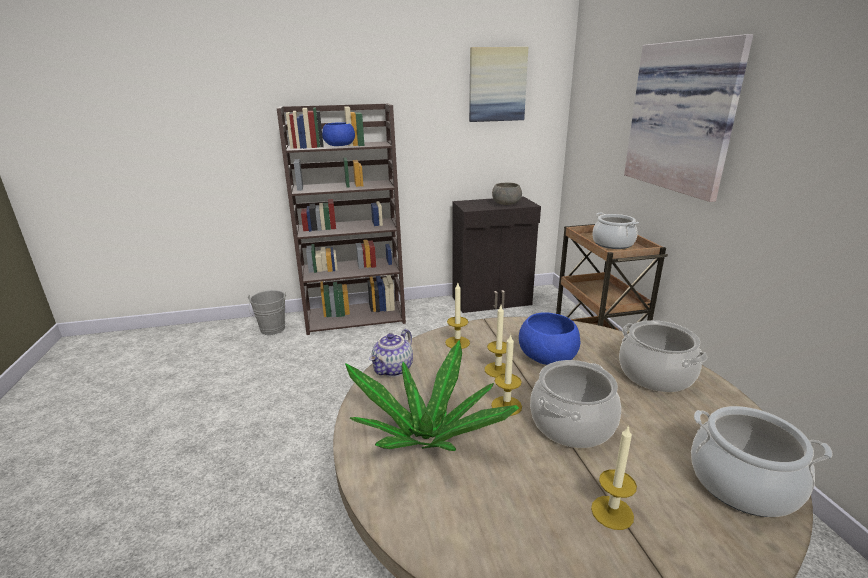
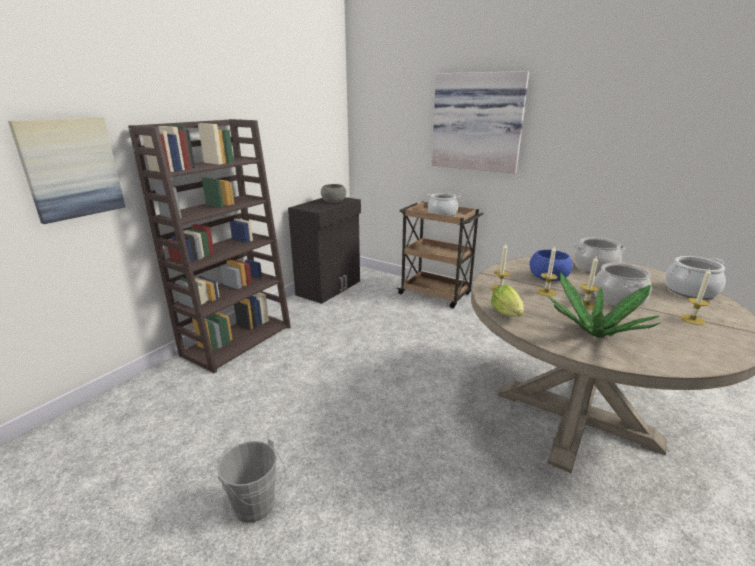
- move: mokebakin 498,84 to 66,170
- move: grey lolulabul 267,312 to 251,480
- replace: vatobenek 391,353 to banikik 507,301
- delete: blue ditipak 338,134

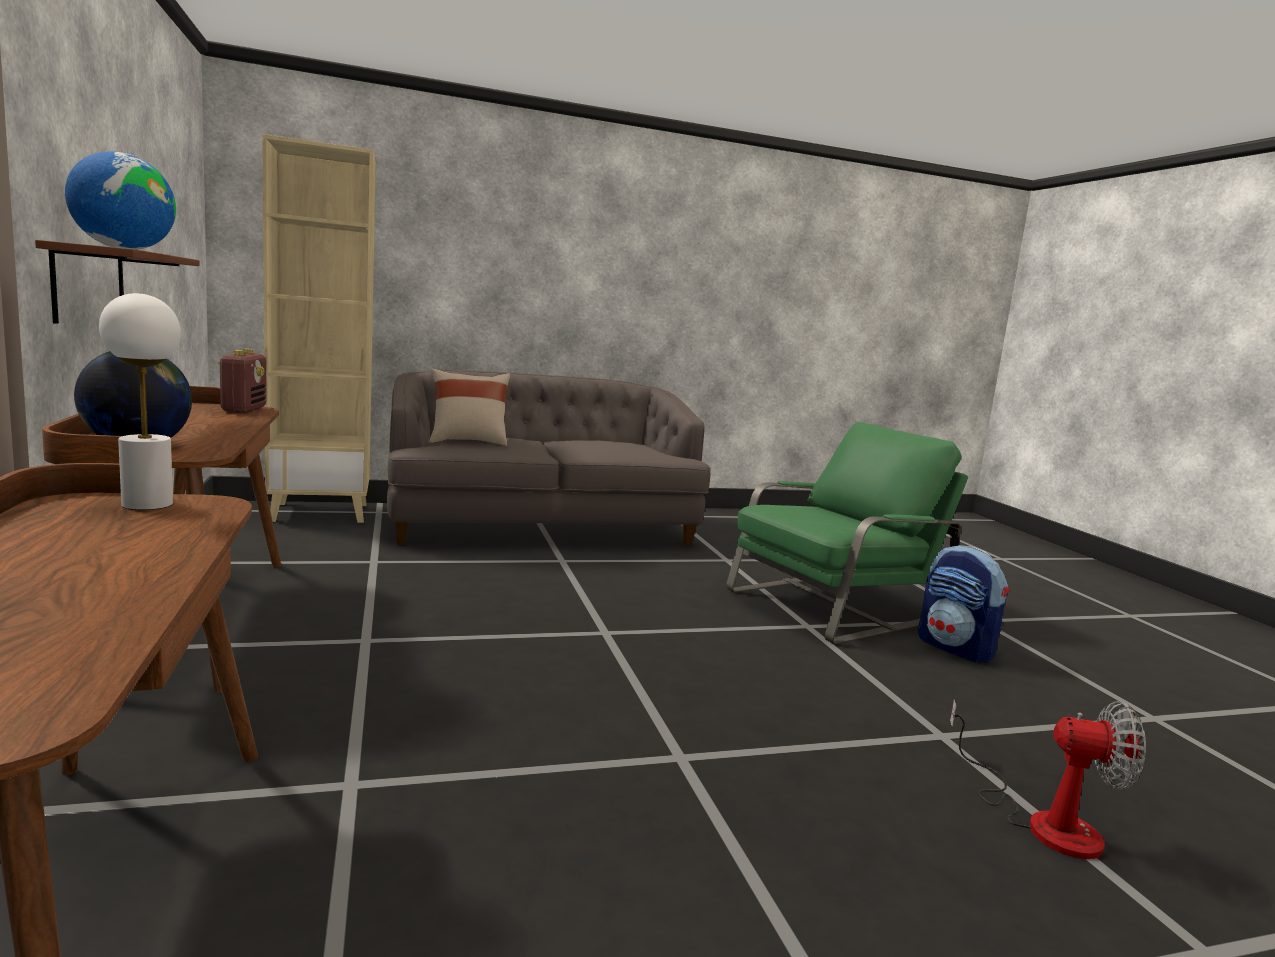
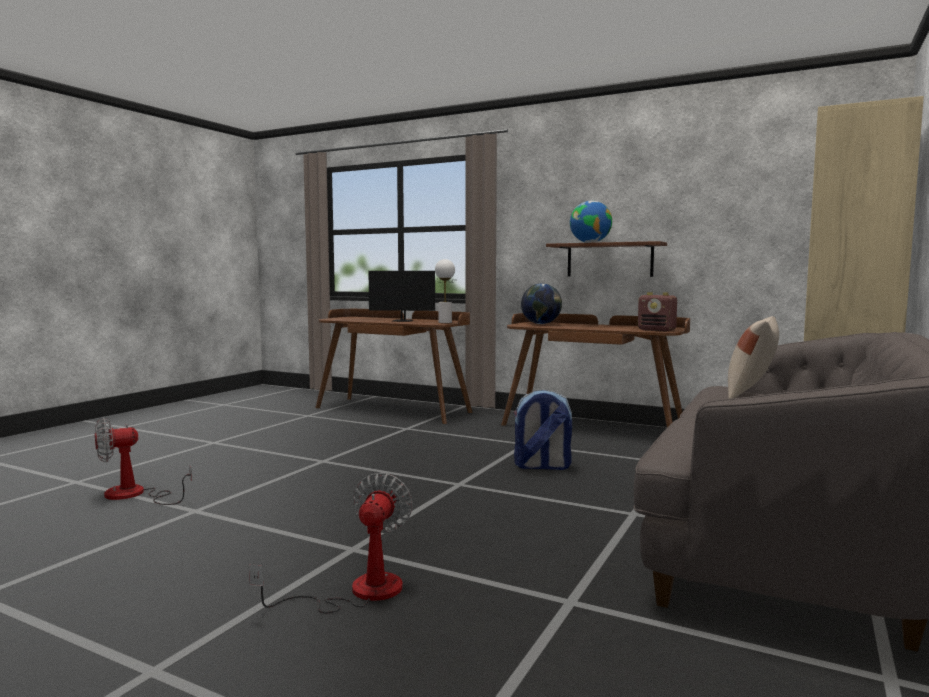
- replace: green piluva 847,533 to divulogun 331,542
- insert: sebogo 412,296
- move: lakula 963,604 to 543,430

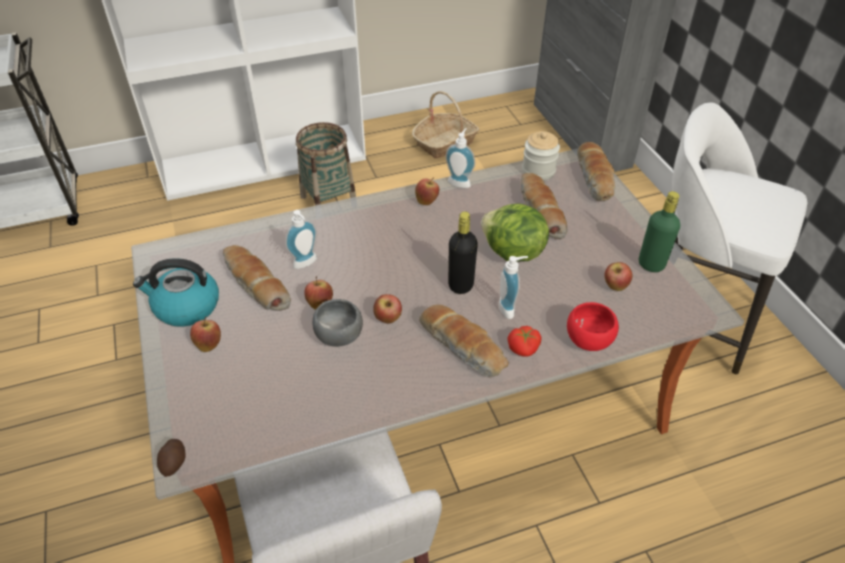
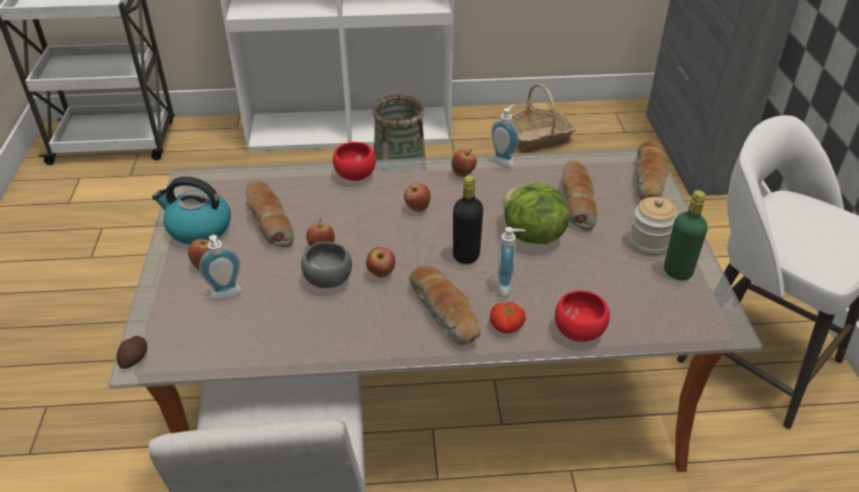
- move: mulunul 301,239 to 220,267
- insert: red ditipak 354,161
- move: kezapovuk 618,276 to 417,198
- move: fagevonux 541,156 to 653,226

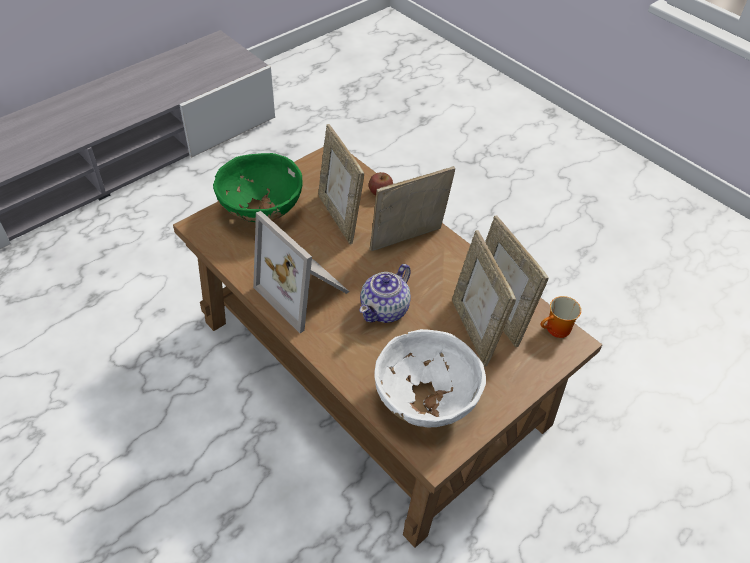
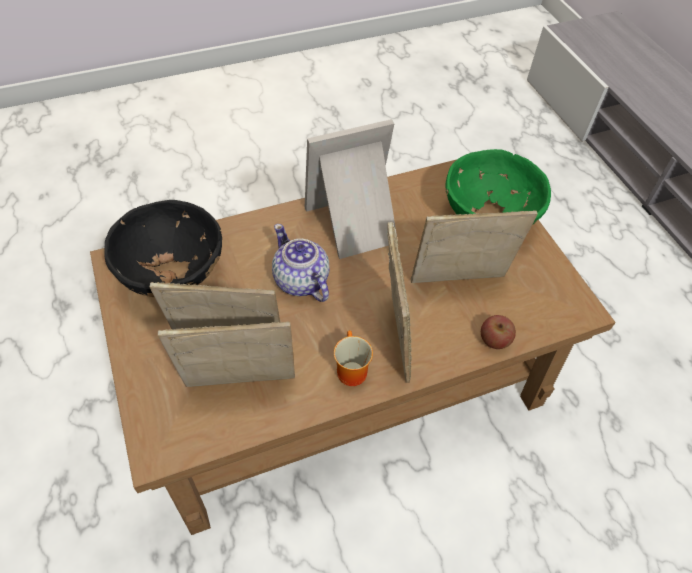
- recolor: white ditipak 430,378 to black ditipak 163,248
- move: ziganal 561,317 to 353,358

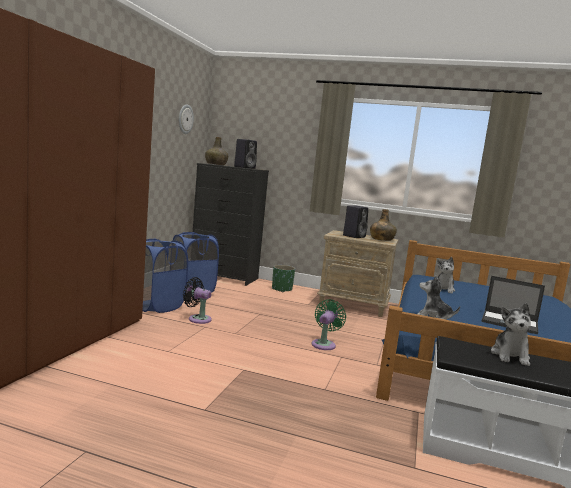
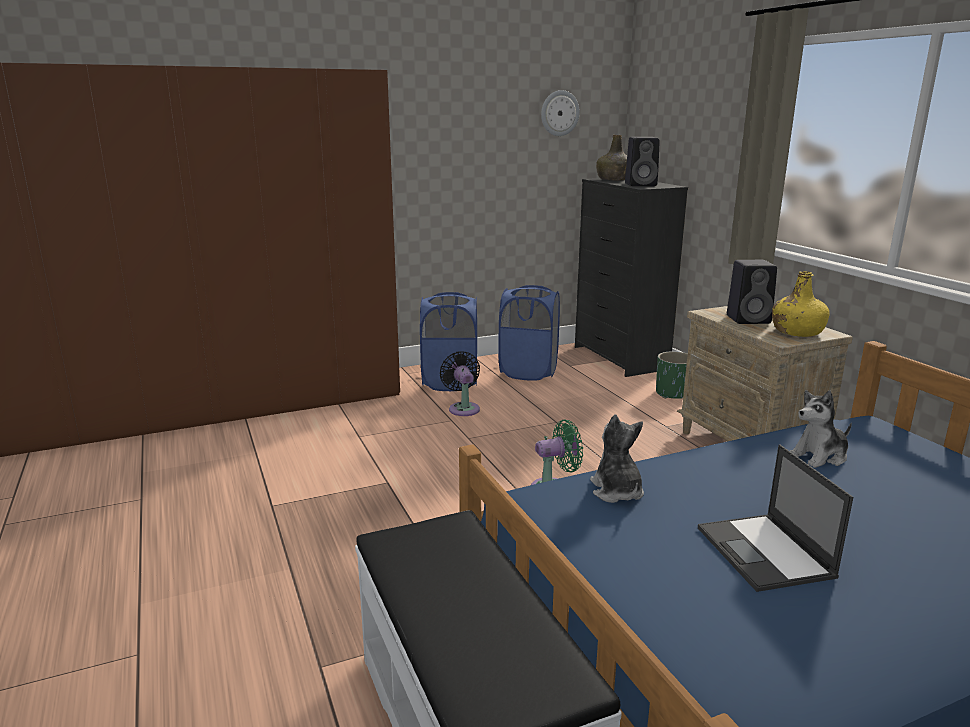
- recolor: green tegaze 383,225 to yellow tegaze 801,304
- delete: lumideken 511,334

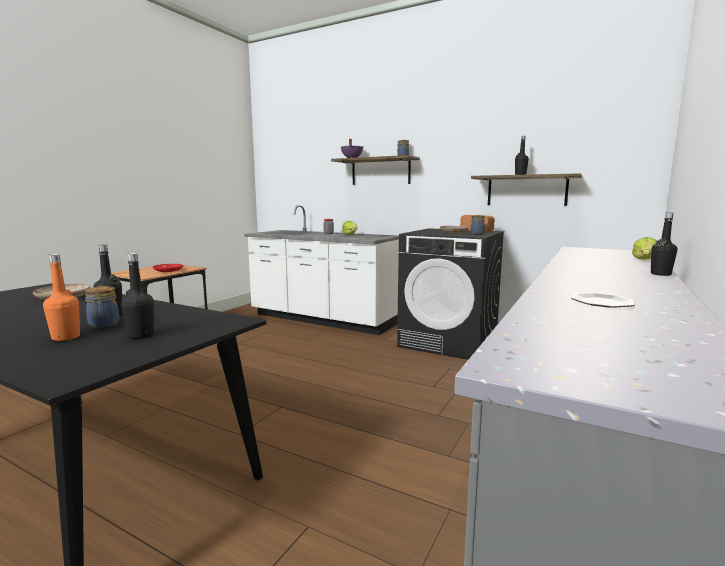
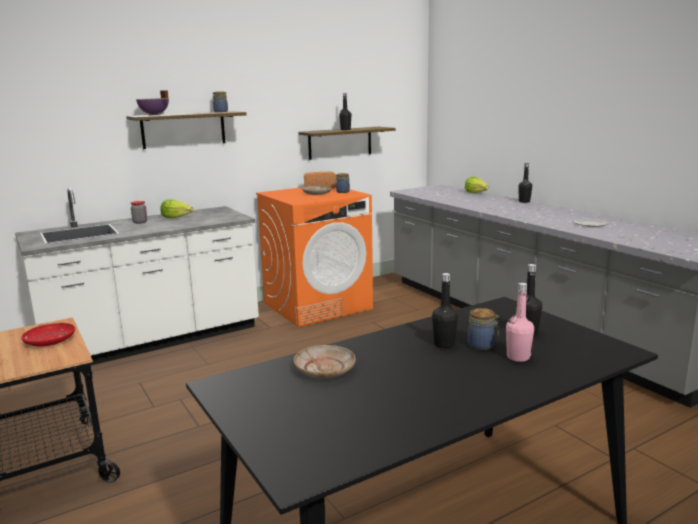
- recolor: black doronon 450,294 to orange doronon 314,257
- recolor: orange tegaze 61,297 to pink tegaze 520,322

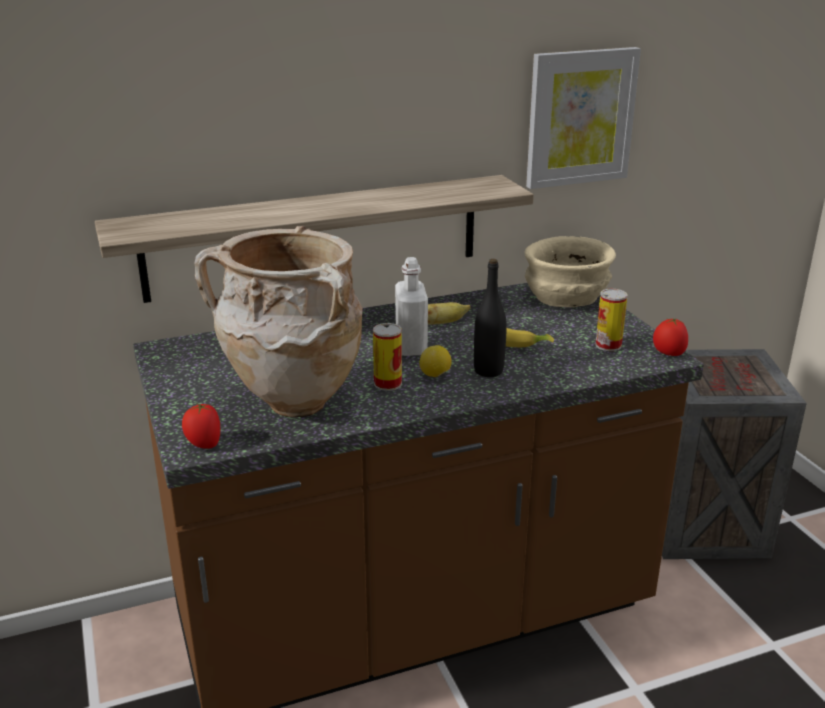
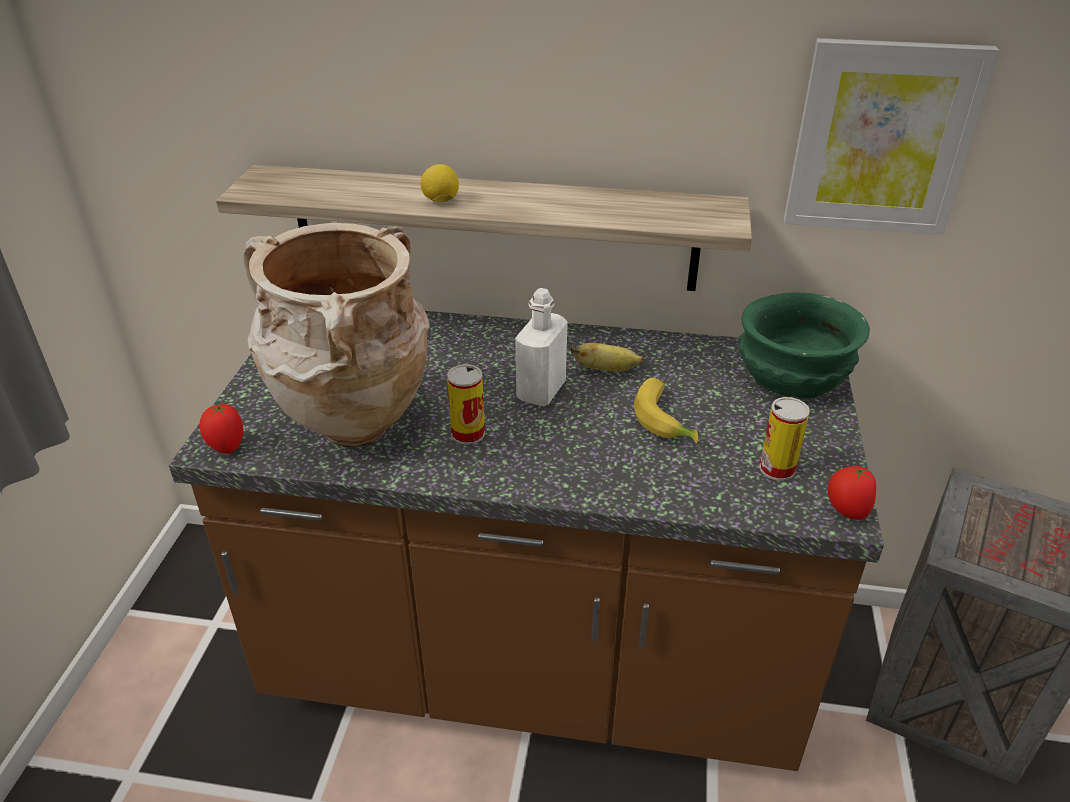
- move: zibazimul 435,361 to 439,183
- recolor: beige ditipak 570,271 to green ditipak 804,345
- delete: black tegaze 490,318

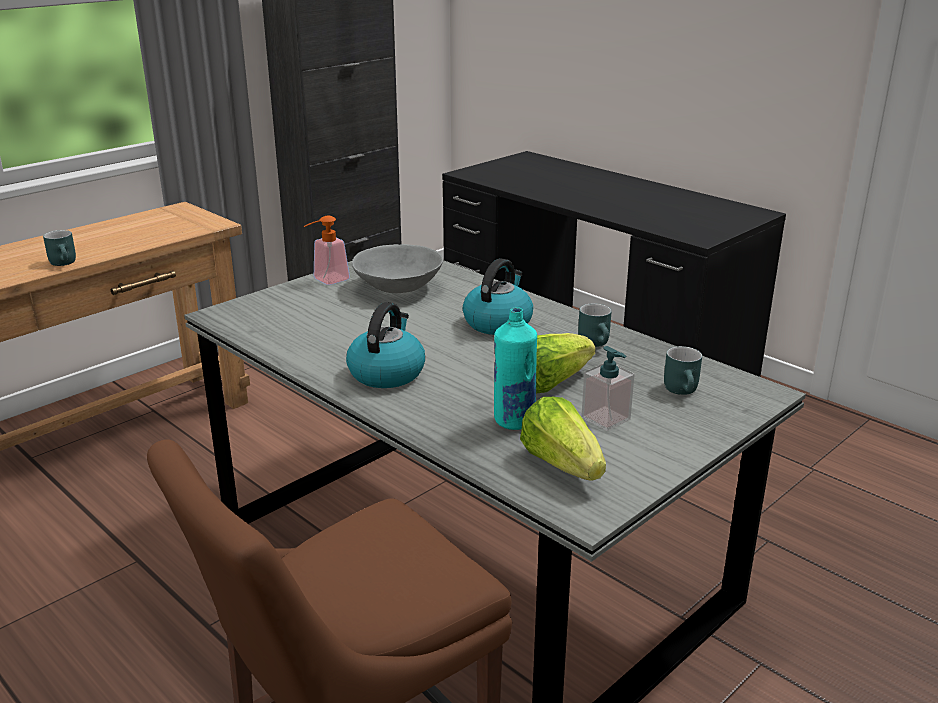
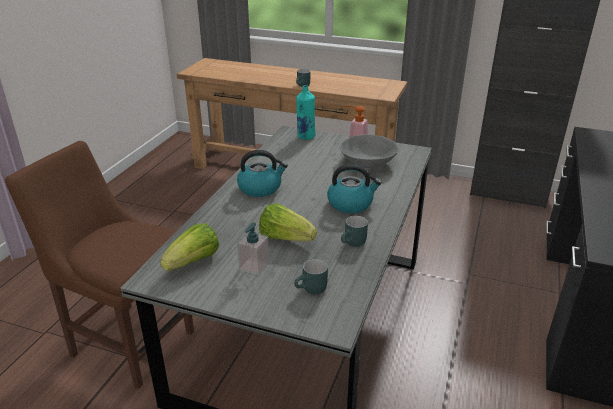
- move: turquoise tegaze 515,368 to 305,112

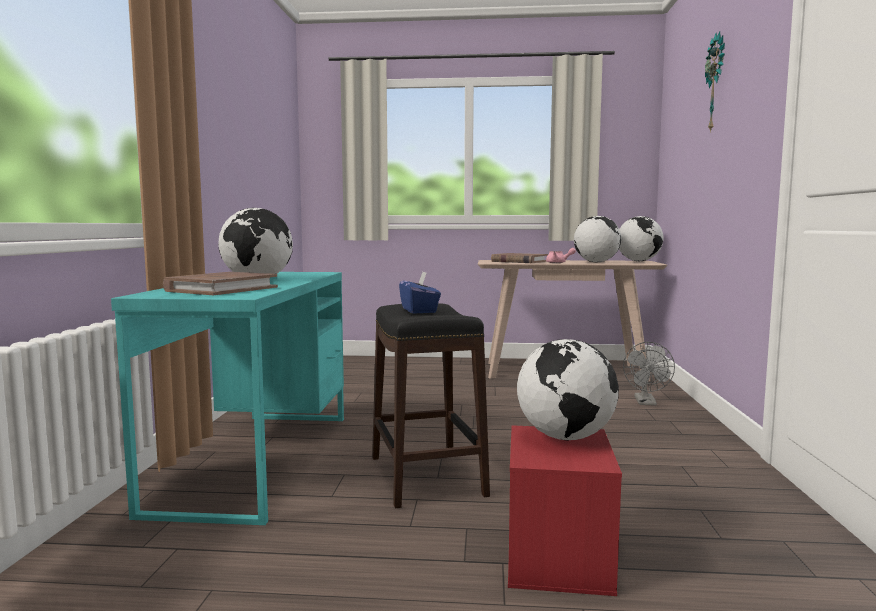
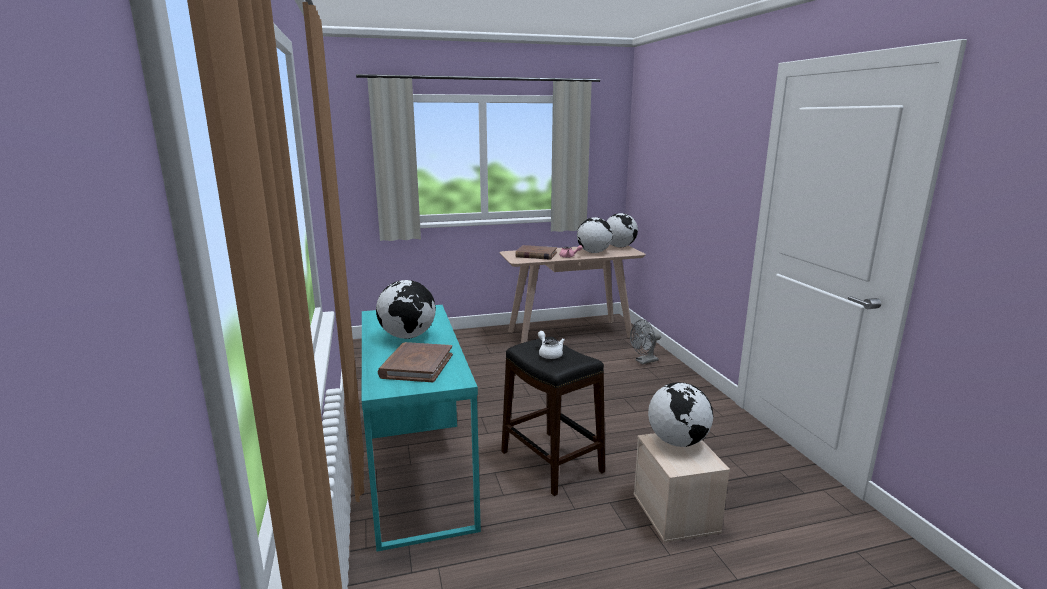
- replace: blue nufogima 420,293 to white vatobenek 551,345
- rotate: grey divulogun 649,374 = 645,342 75 degrees clockwise
- recolor: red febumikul 565,510 to beige febumikul 682,488
- delete: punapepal 715,82

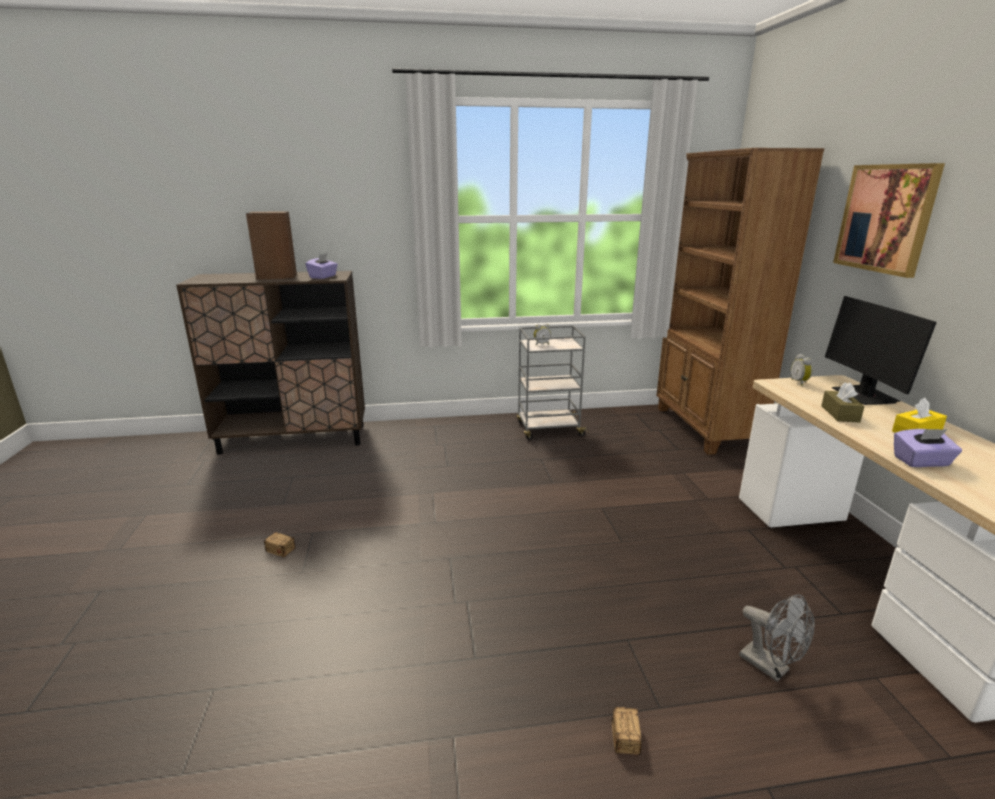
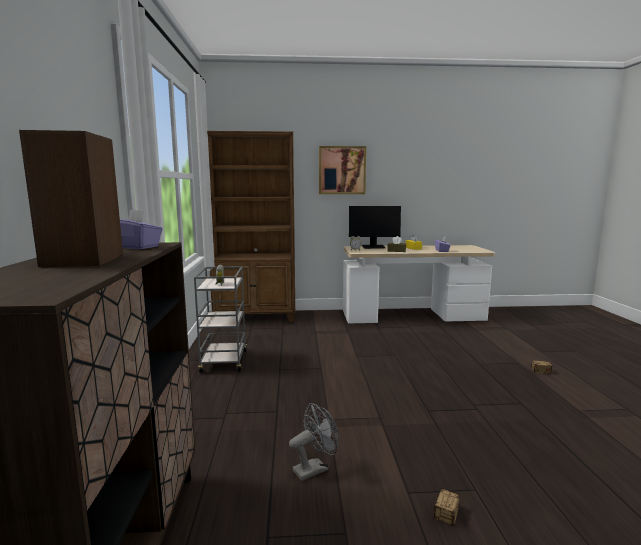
- move: grey divulogun 776,638 to 314,442

